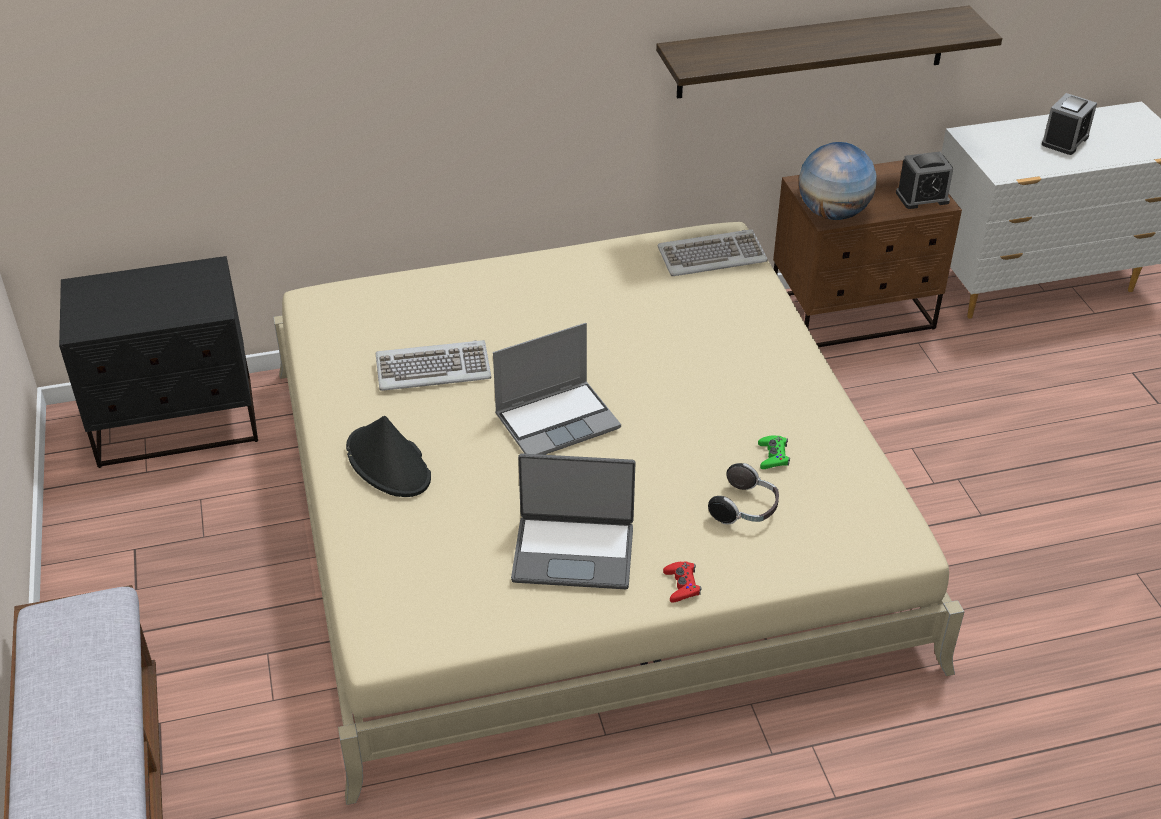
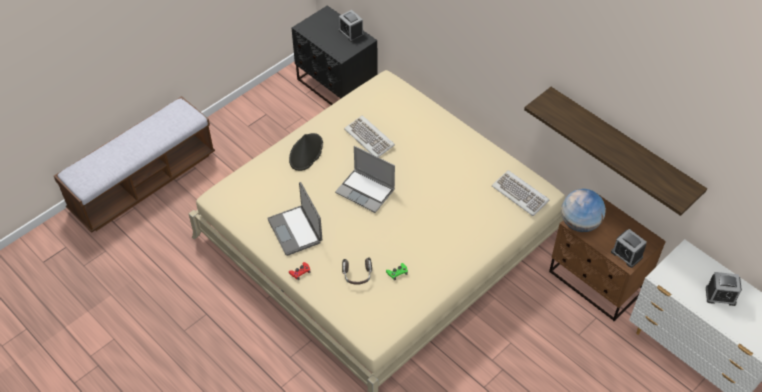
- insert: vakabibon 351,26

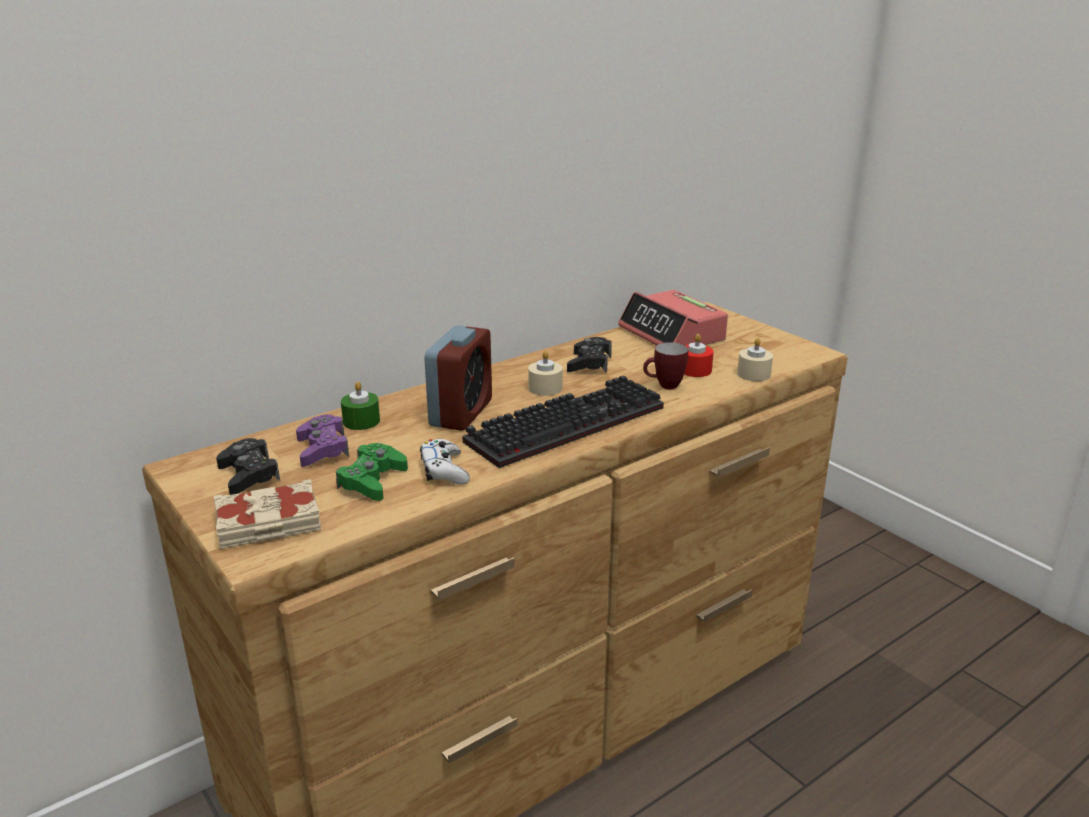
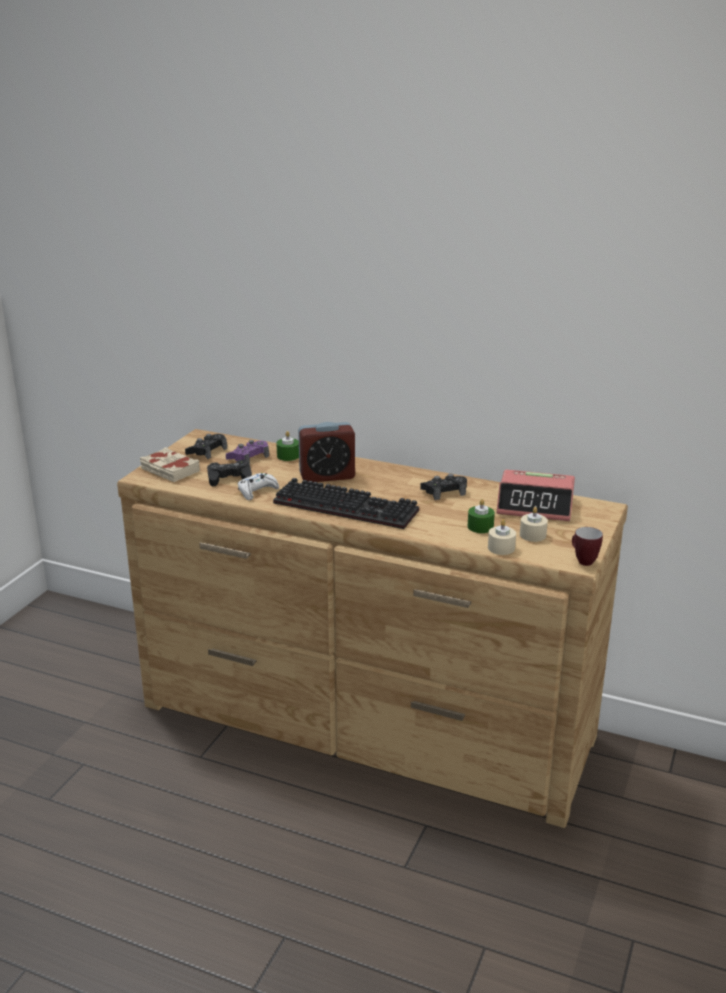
- recolor: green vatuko 372,472 to black vatuko 229,473
- recolor: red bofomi 699,355 to green bofomi 481,516
- rotate: vakabibon 673,317 = 535,495 105 degrees counterclockwise
- move: beige bofomi 545,373 to 534,524
- move: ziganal 665,366 to 587,546

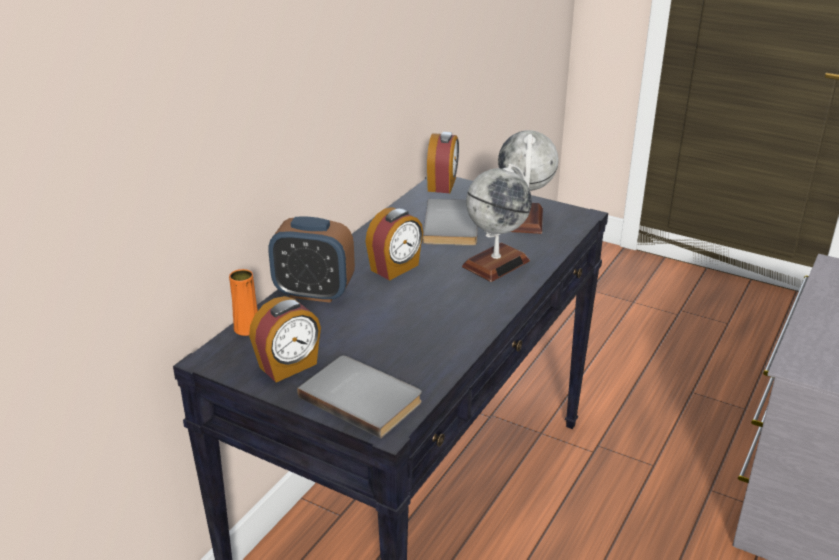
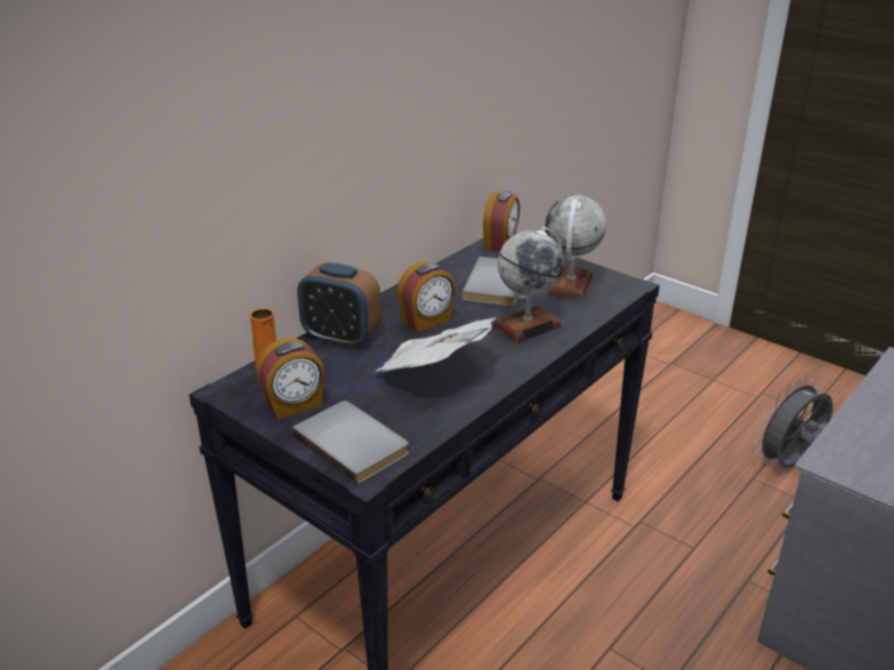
- insert: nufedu 435,345
- insert: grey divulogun 794,423

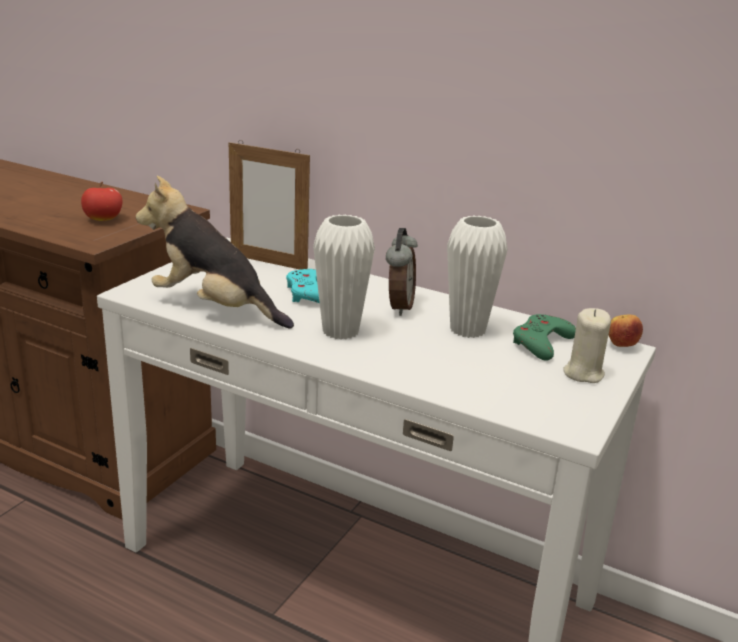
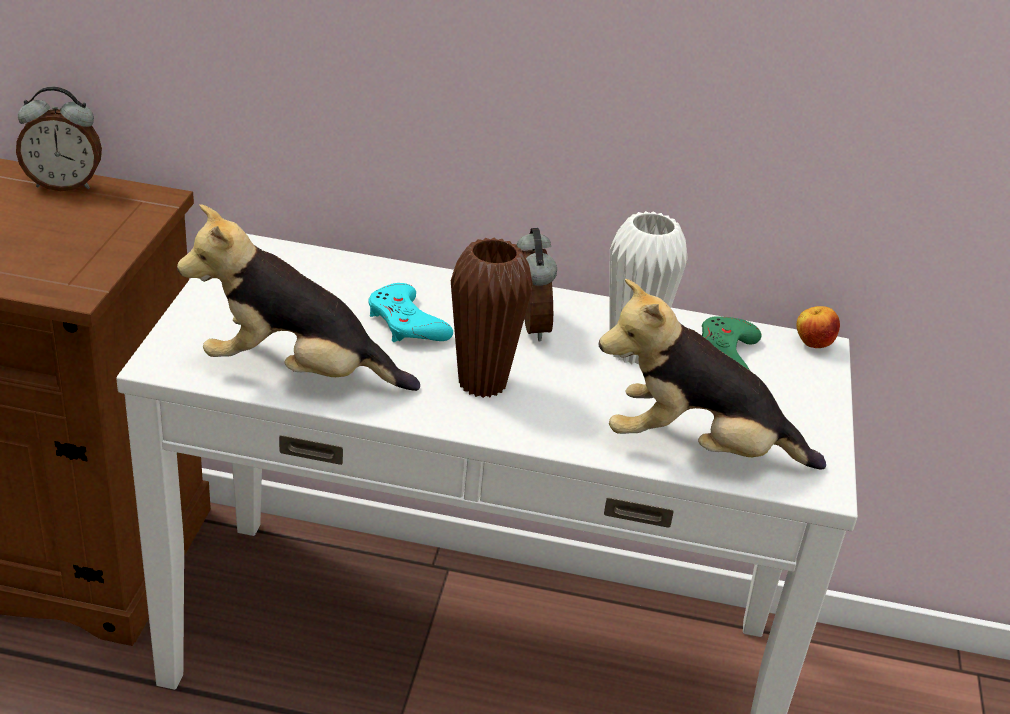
- insert: vakabibon 59,138
- recolor: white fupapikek 344,277 to brown fupapikek 492,318
- insert: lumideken 712,374
- delete: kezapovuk 102,201
- delete: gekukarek 269,205
- delete: beige bofomi 587,345

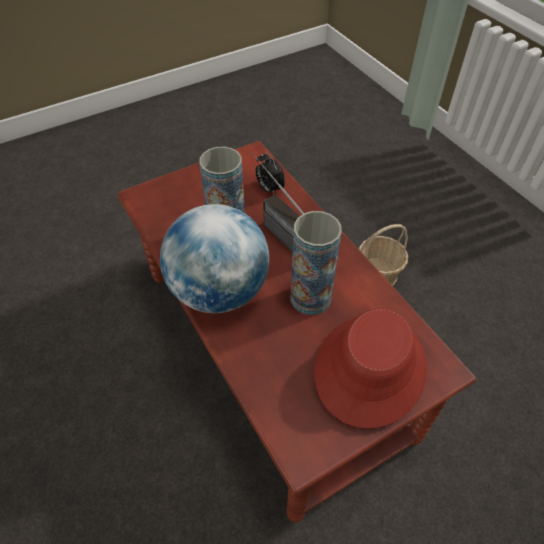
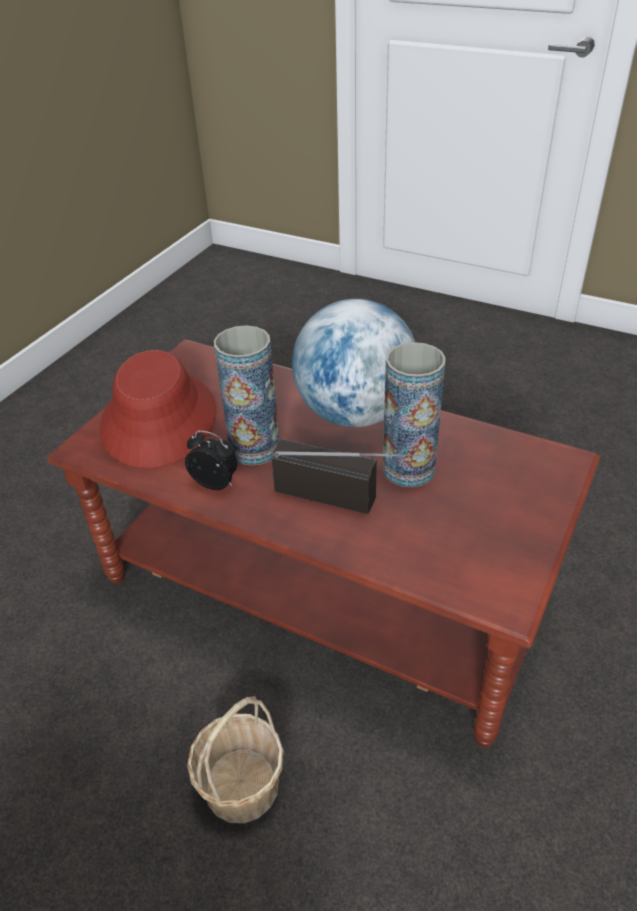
- move: vakabibon 270,174 to 211,460

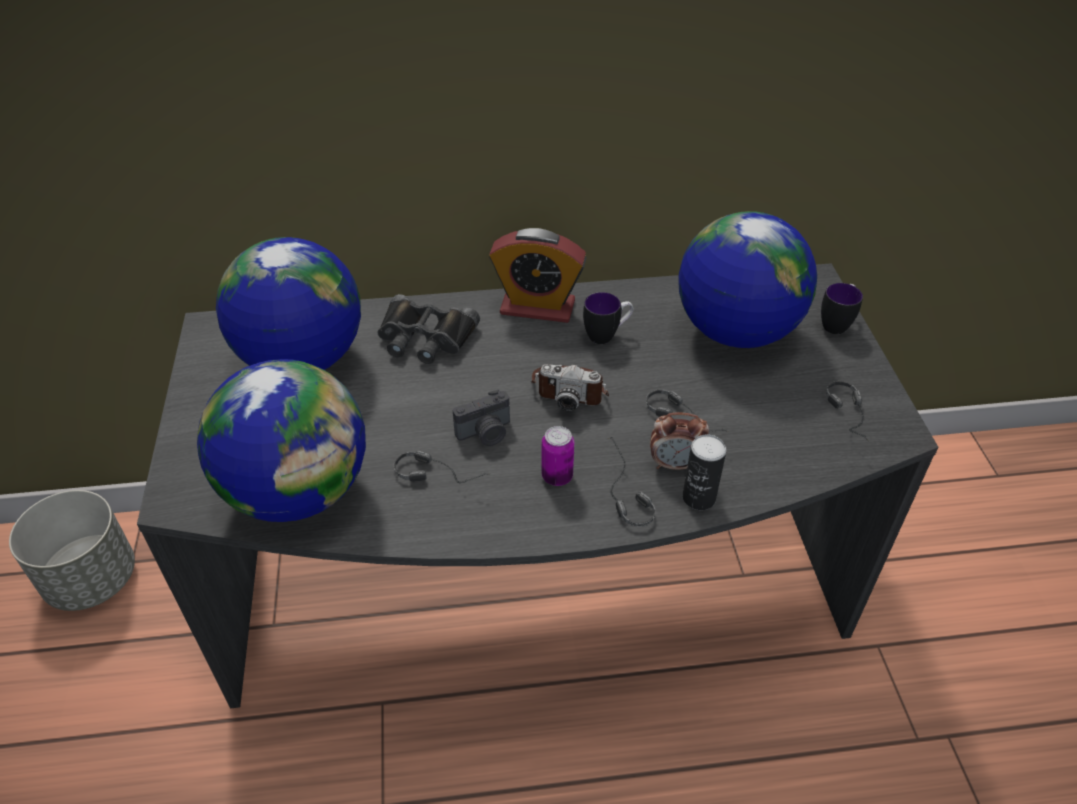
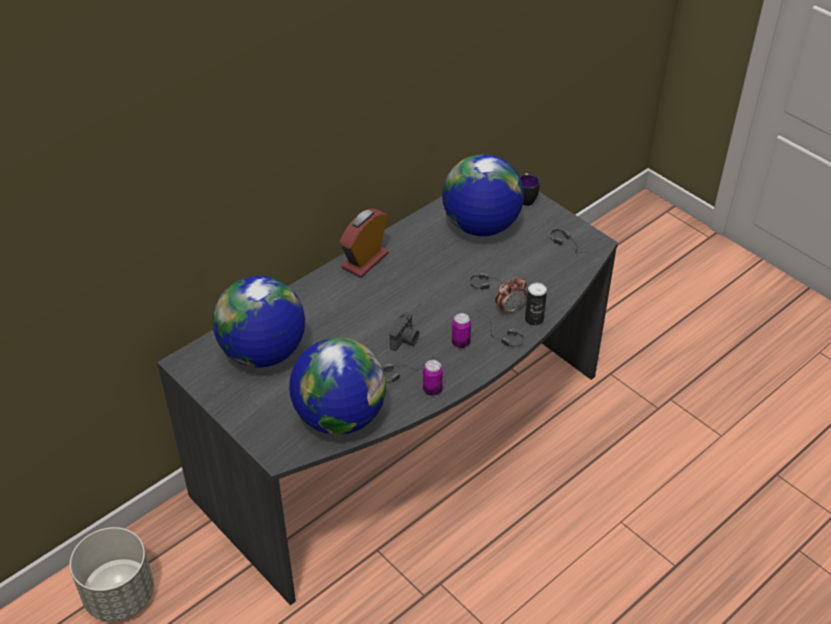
- rotate: vakabibon 537,275 = 363,243 150 degrees clockwise
- insert: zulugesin 433,378
- delete: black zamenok 428,329
- delete: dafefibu 570,387
- delete: ziganal 608,318

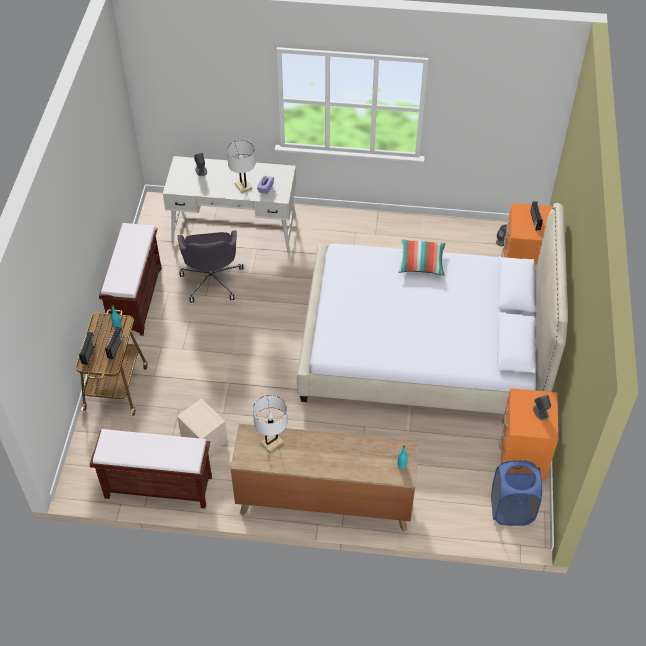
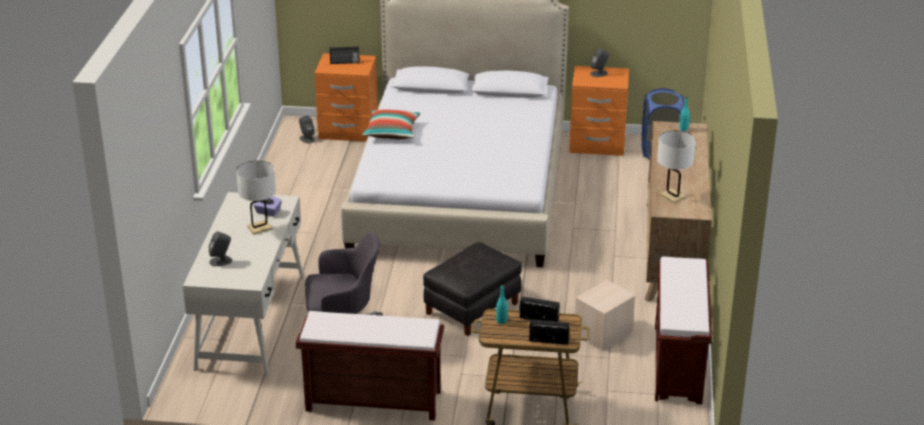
- insert: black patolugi 472,289

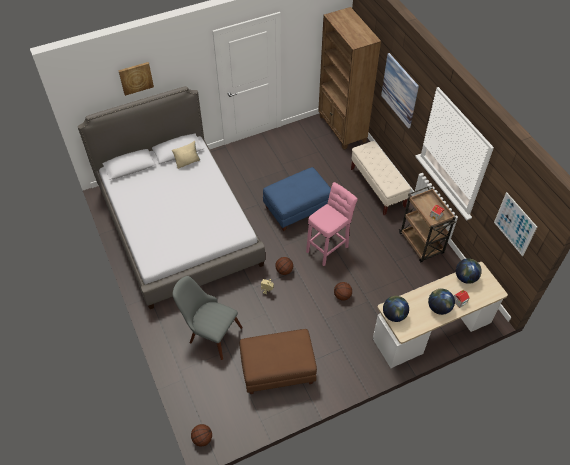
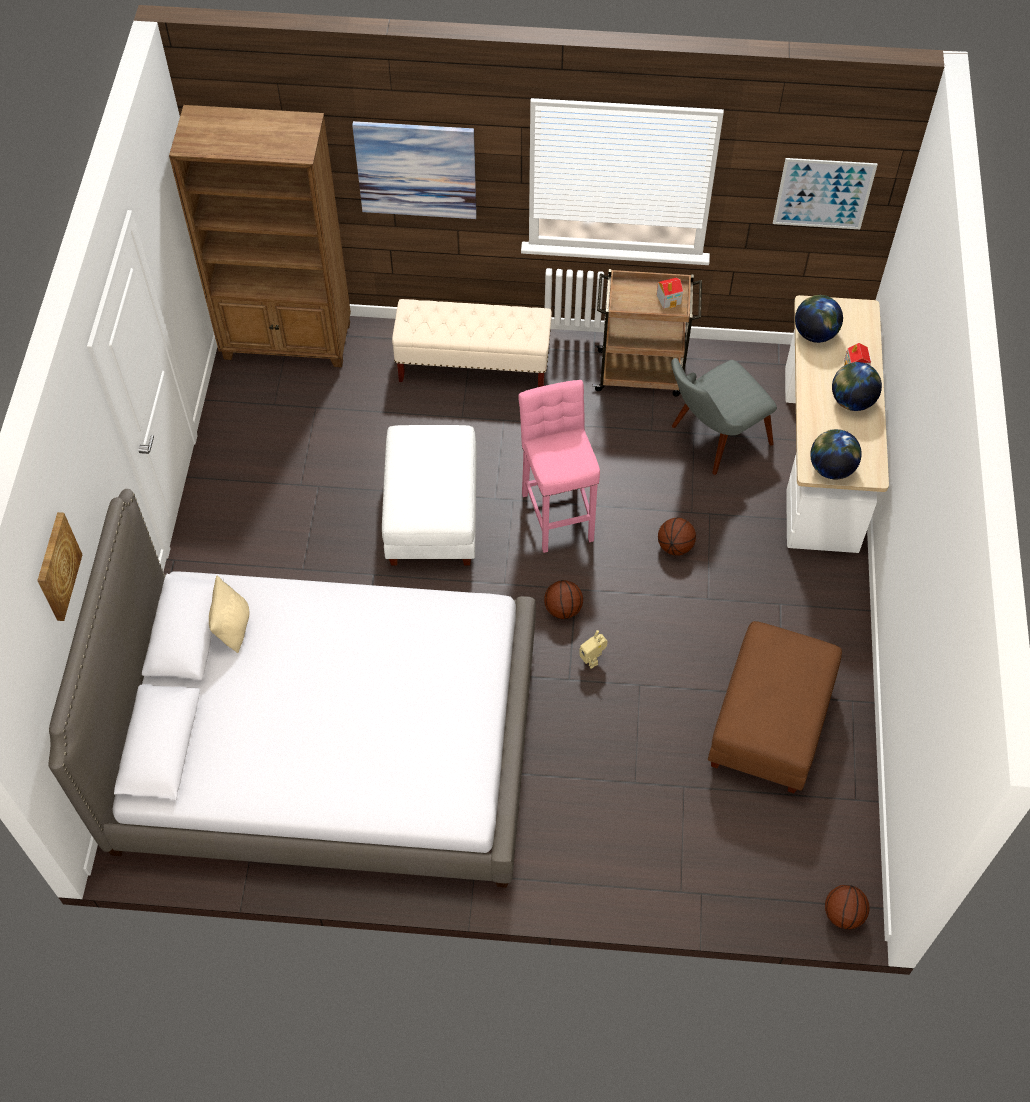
- recolor: blue patolugi 297,199 to white patolugi 429,495
- move: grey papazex 208,318 to 724,416

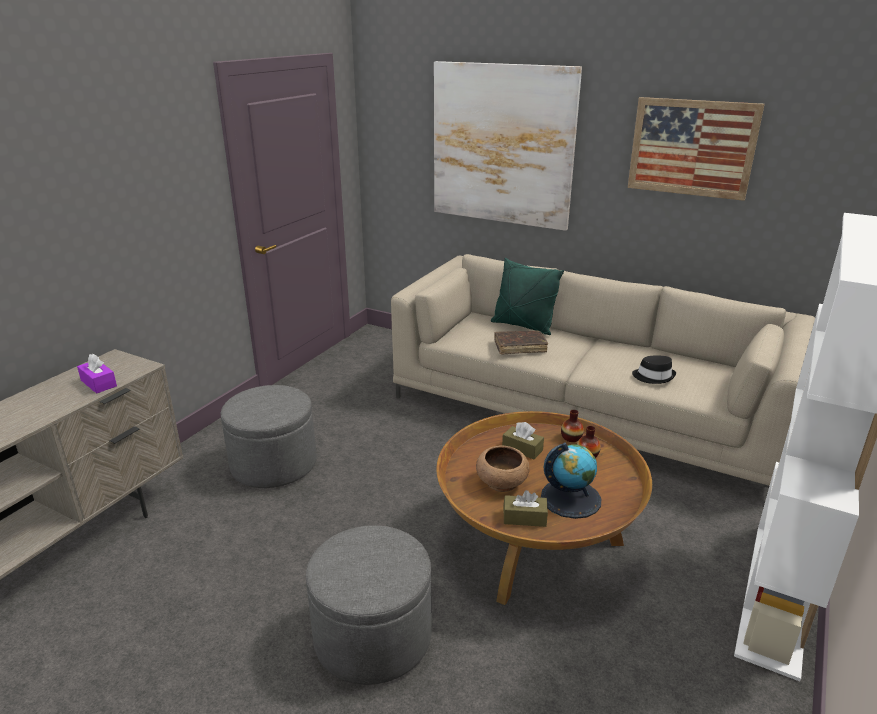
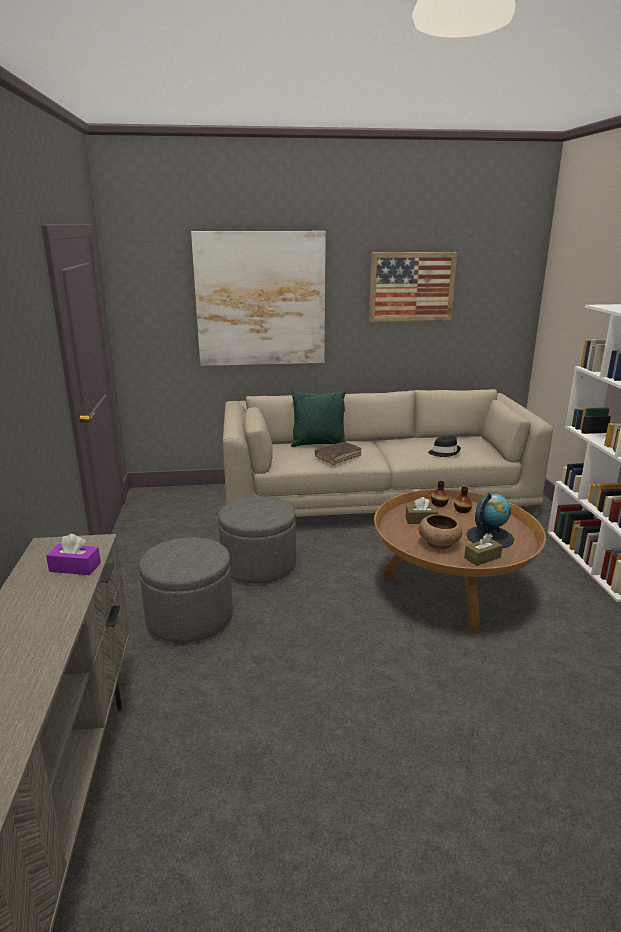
- move: grey patolugi 369,605 to 257,539

